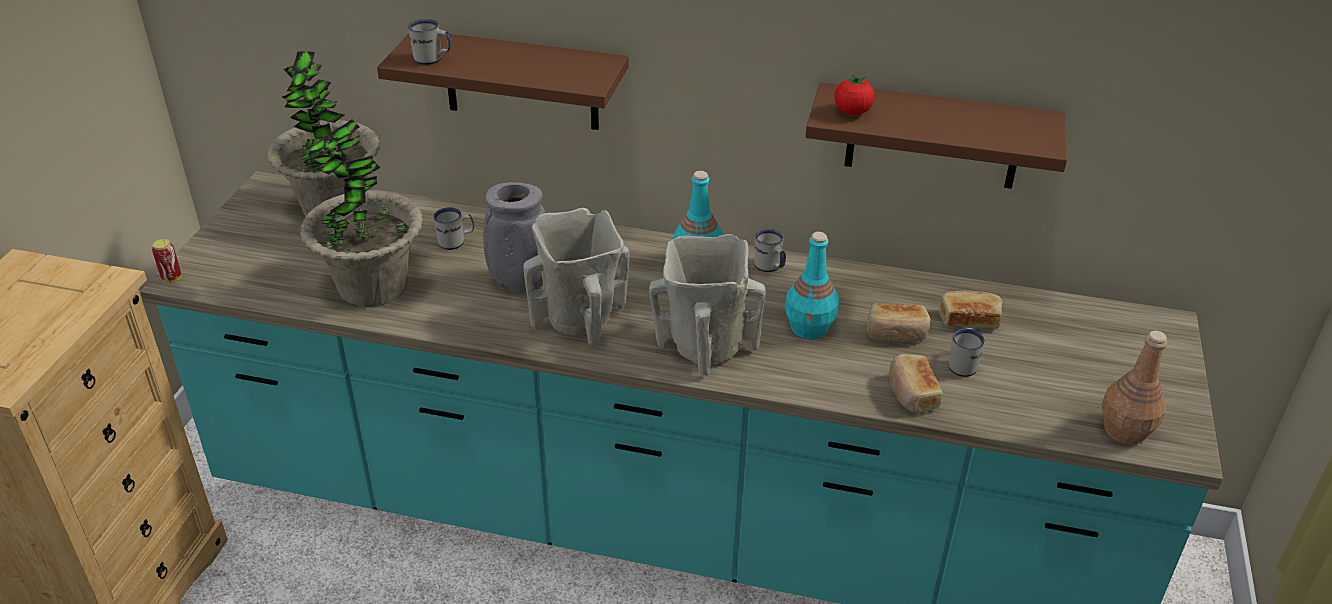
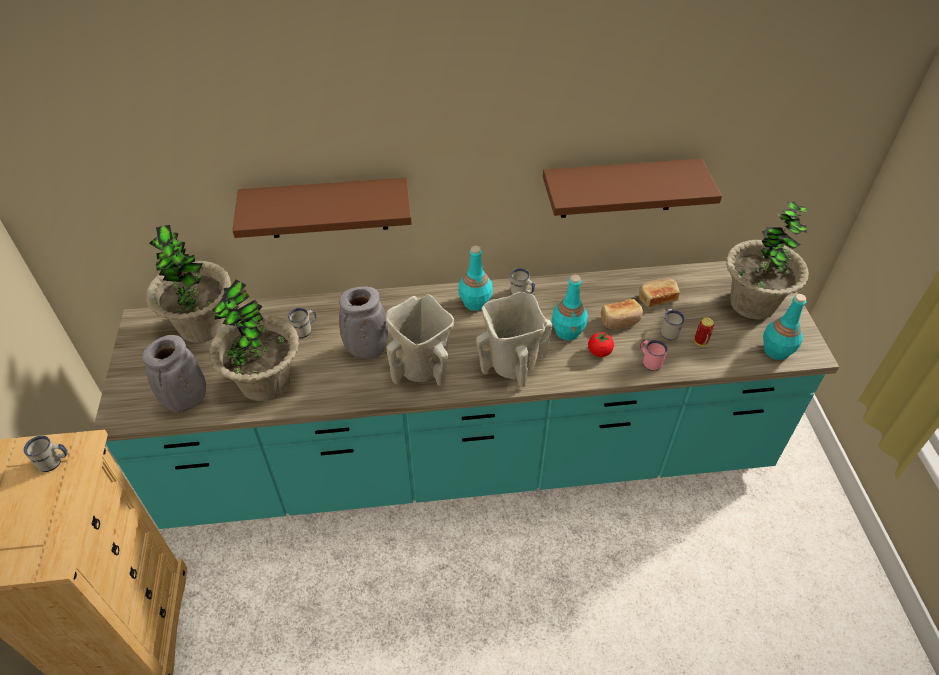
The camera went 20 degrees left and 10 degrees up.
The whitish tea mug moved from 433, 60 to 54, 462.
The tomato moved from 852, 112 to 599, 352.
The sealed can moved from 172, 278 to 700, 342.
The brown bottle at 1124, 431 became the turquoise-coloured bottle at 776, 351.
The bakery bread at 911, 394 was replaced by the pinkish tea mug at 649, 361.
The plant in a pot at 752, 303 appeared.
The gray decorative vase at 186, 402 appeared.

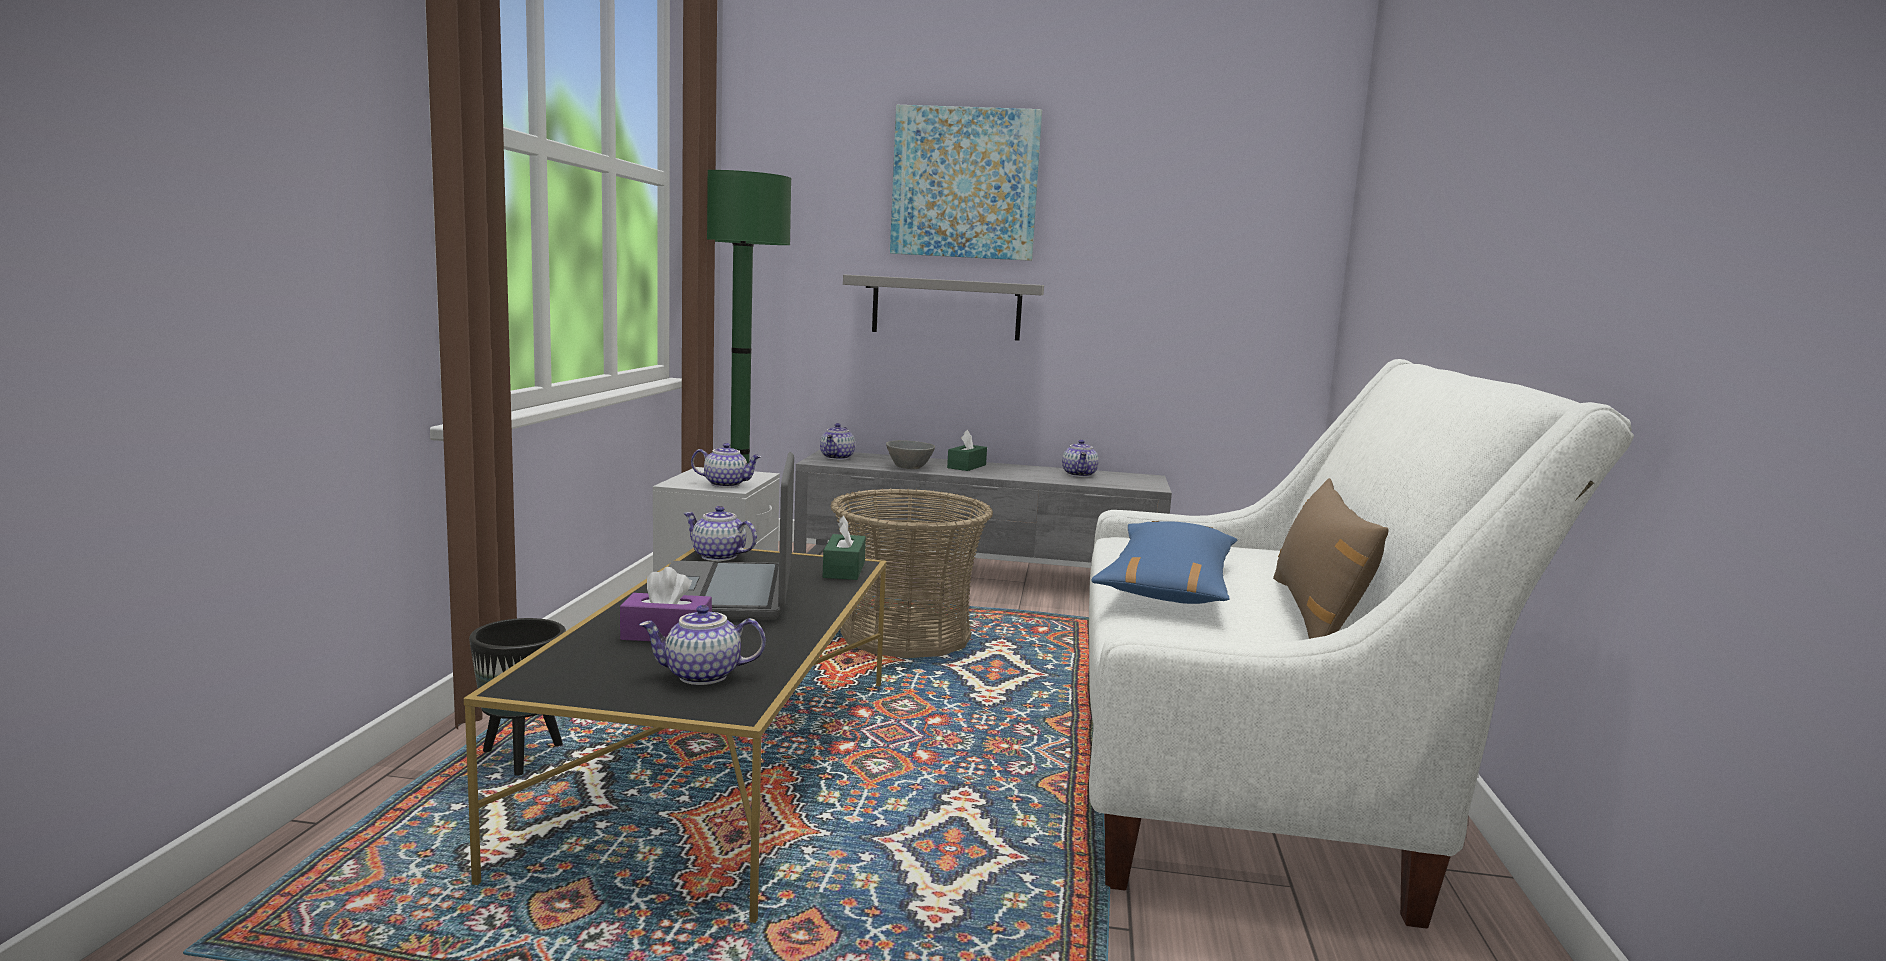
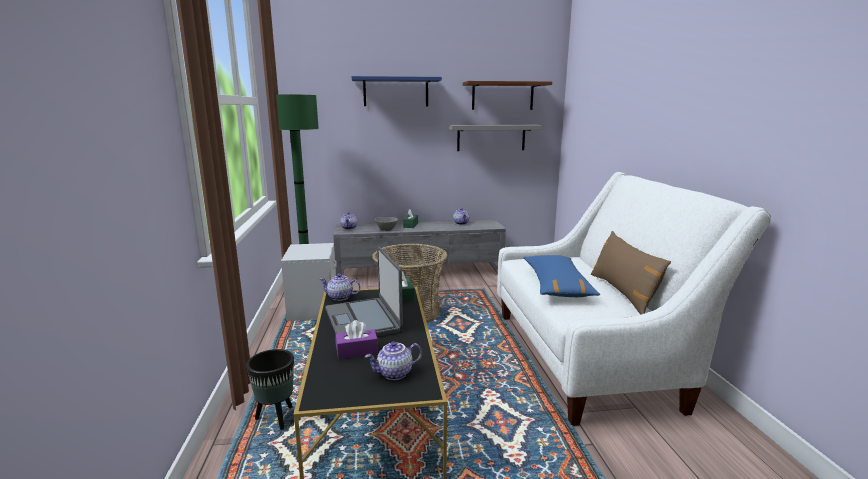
The camera went 15 degrees left and 5 degrees up.
The wall picture at 965, 183 was replaced by the blue wall shelf at 396, 92.
The gray wall shelf moved from 946, 308 to 491, 137.
The pot for tea at 726, 484 disappeared.
The brown wall shelf at 502, 96 appeared.

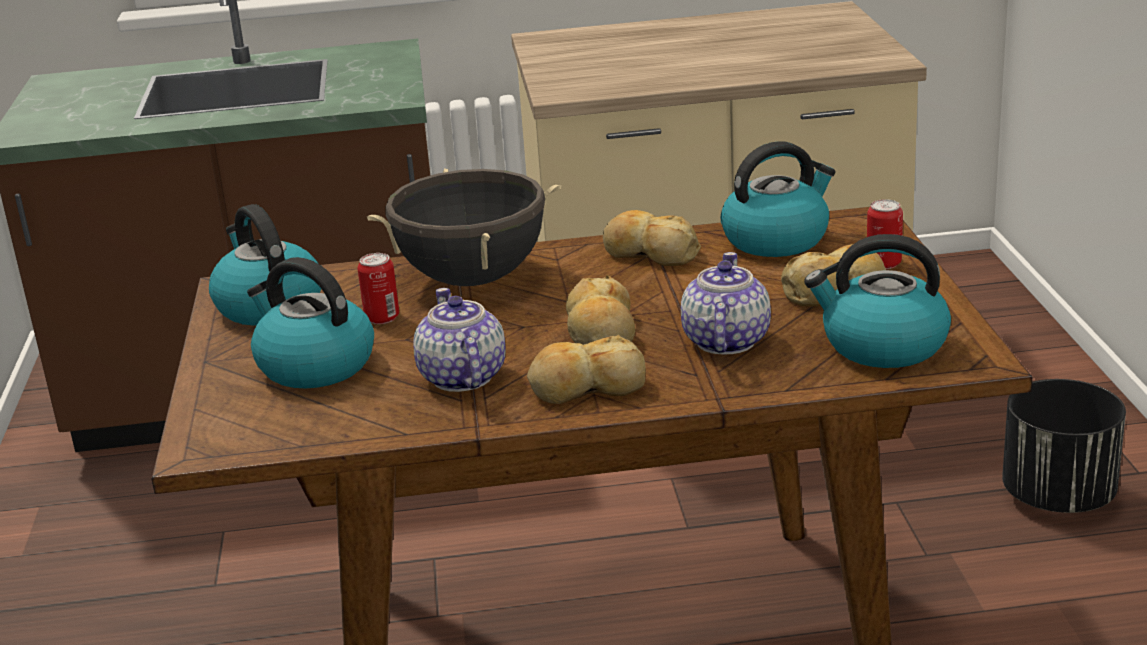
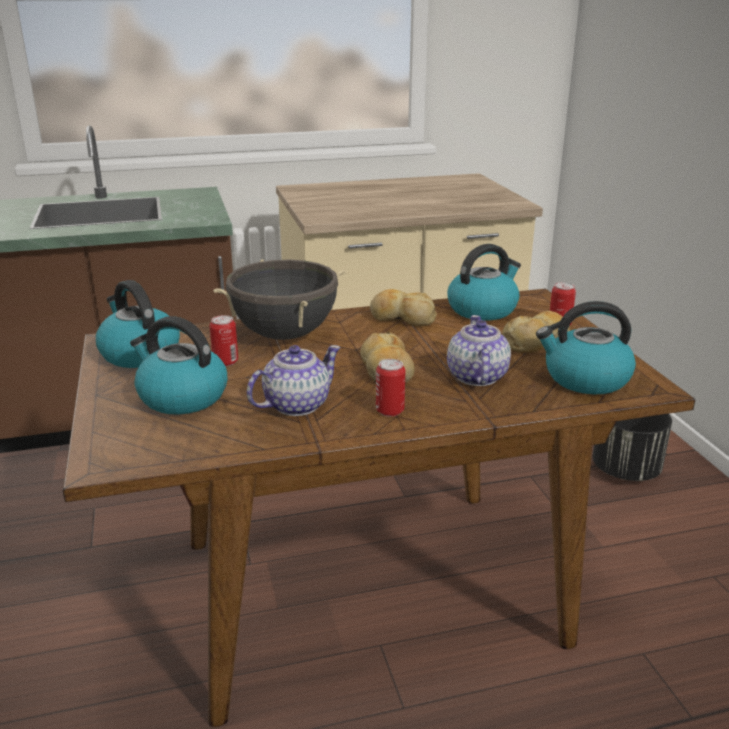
The camera went 10 degrees left and 0 degrees up.
The pot for tea at 462, 378 turned 75 degrees clockwise.
The bakery bread at 586, 387 was replaced by the sealed can at 390, 411.

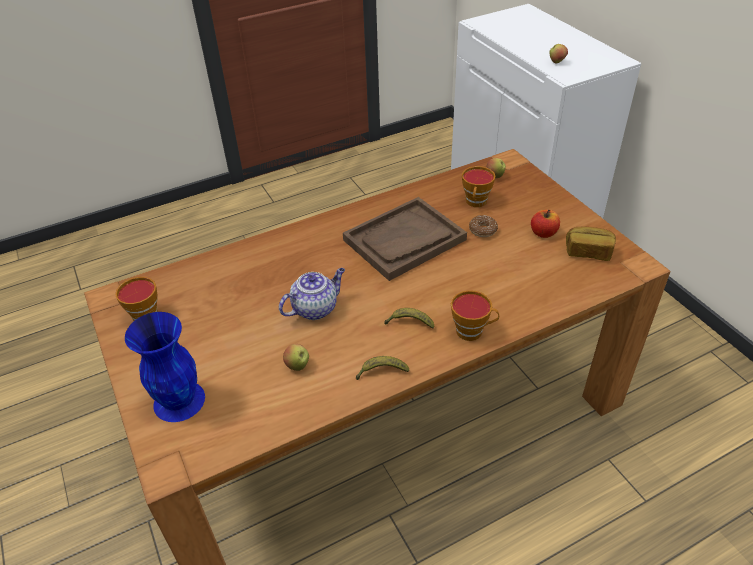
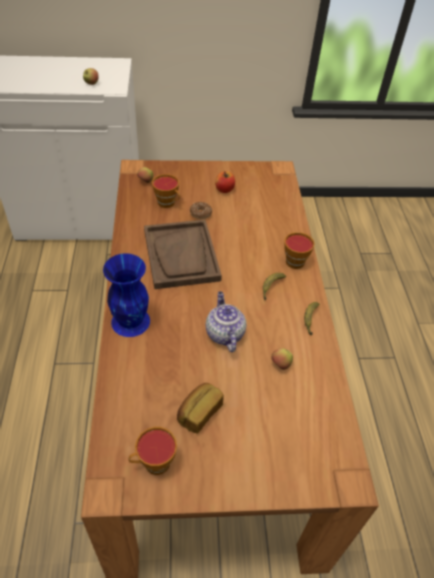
The camera went 70 degrees left and 5 degrees up.
The bakery bread moved from 588, 252 to 198, 412.
The blue decorative vase moved from 180, 400 to 130, 321.

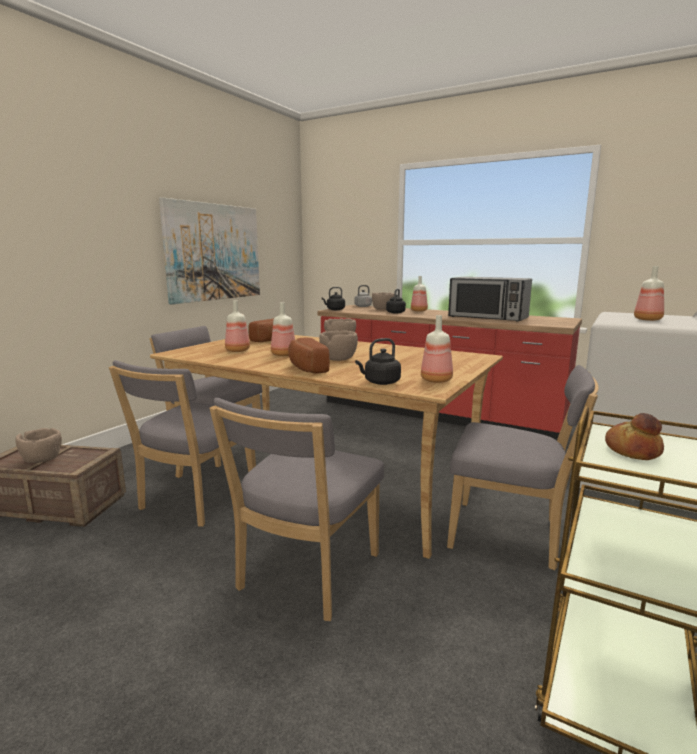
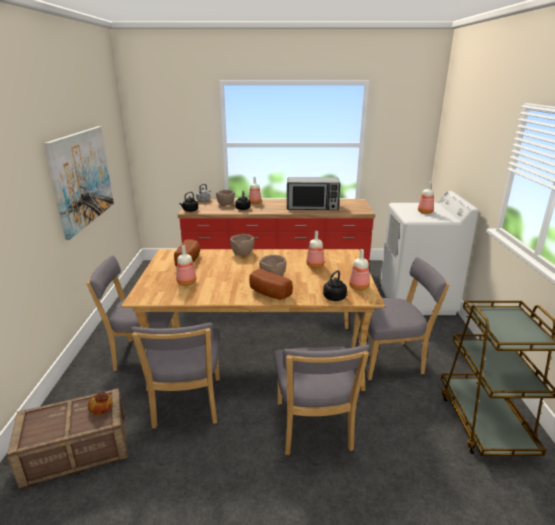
The camera went 30 degrees left and 10 degrees up.
The bottle moved from 284, 355 to 315, 266.
The bakery bread moved from 633, 451 to 101, 406.
The brown serving bowl at 42, 459 disappeared.

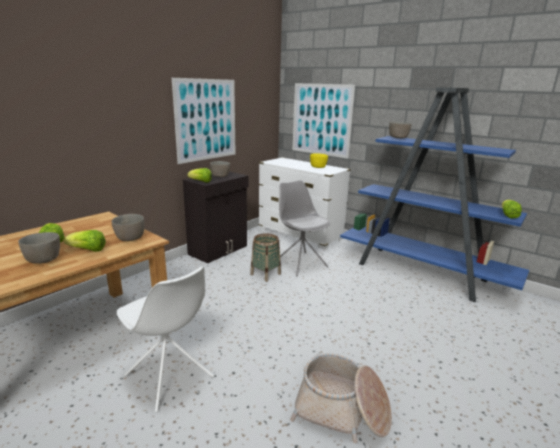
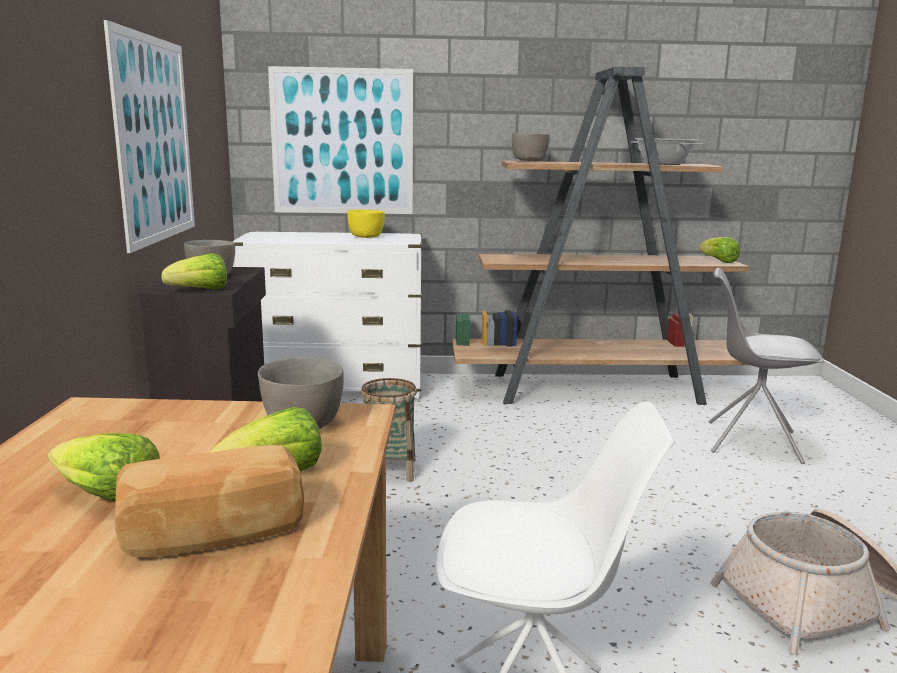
The camera went 40 degrees left and 5 degrees down.
The blue shelving unit at 422, 273 became the brown shelving unit at 599, 389.
The gray upright chair moved from 300, 263 to 750, 442.
The gray serving bowl at 44, 260 was replaced by the bakery bread at 214, 535.
The cooking pot at 663, 164 appeared.

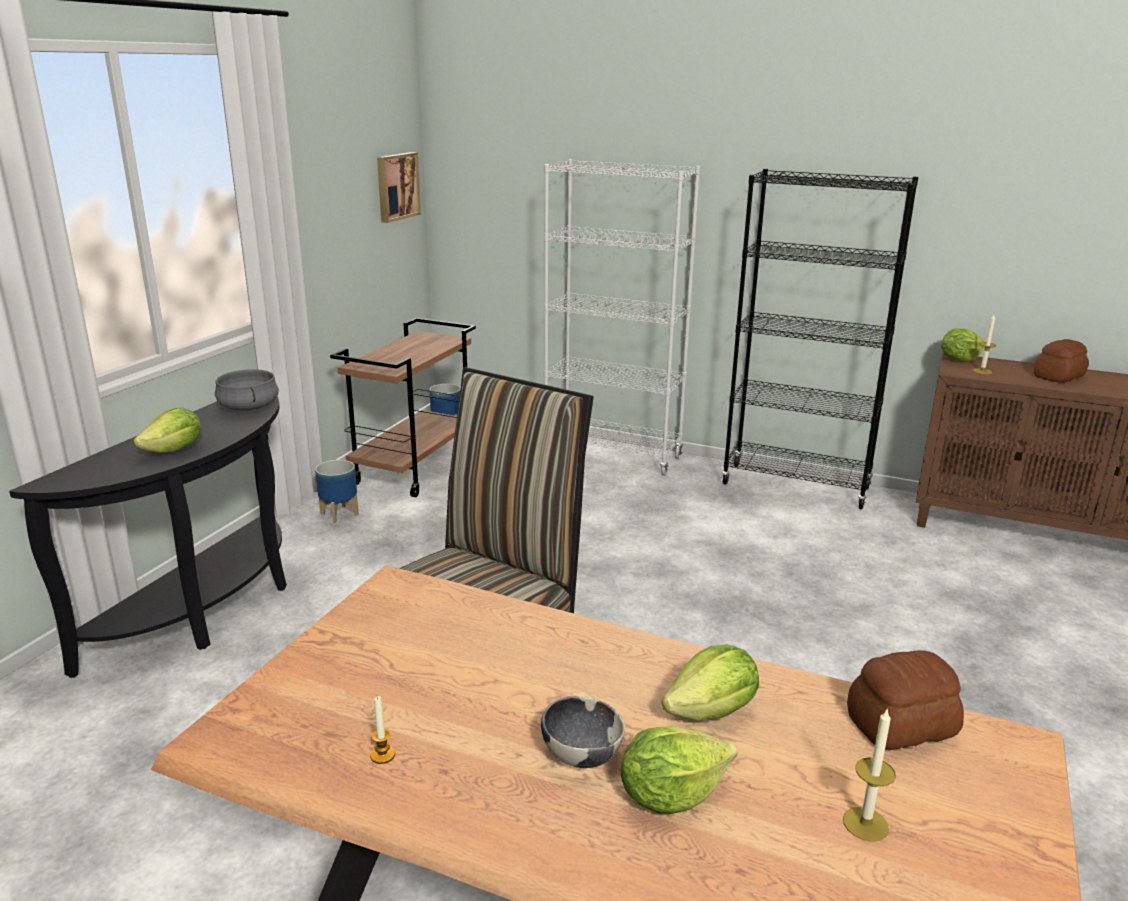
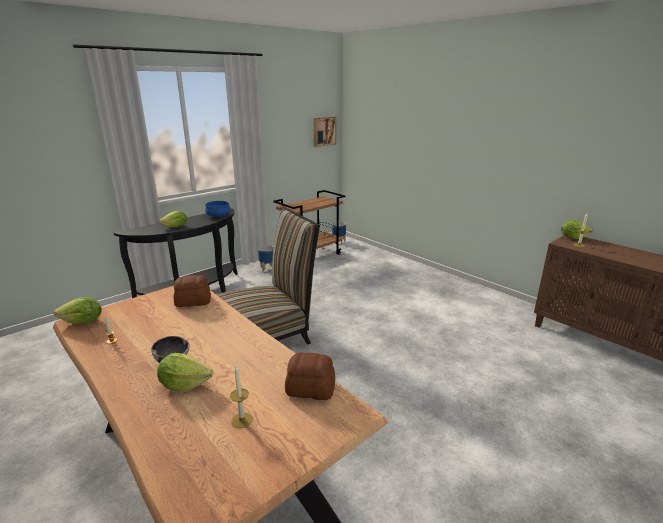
The camera went 25 degrees right and 0 degrees up.
The whitish shelving unit at 612, 456 disappeared.
The black-coloured shelving unit at 796, 486 disappeared.
The bakery bread moved from 1057, 376 to 193, 301.
The gray cooking pot at 248, 407 became the blue cooking pot at 218, 215.
The lettuce moved from 712, 712 to 83, 322.

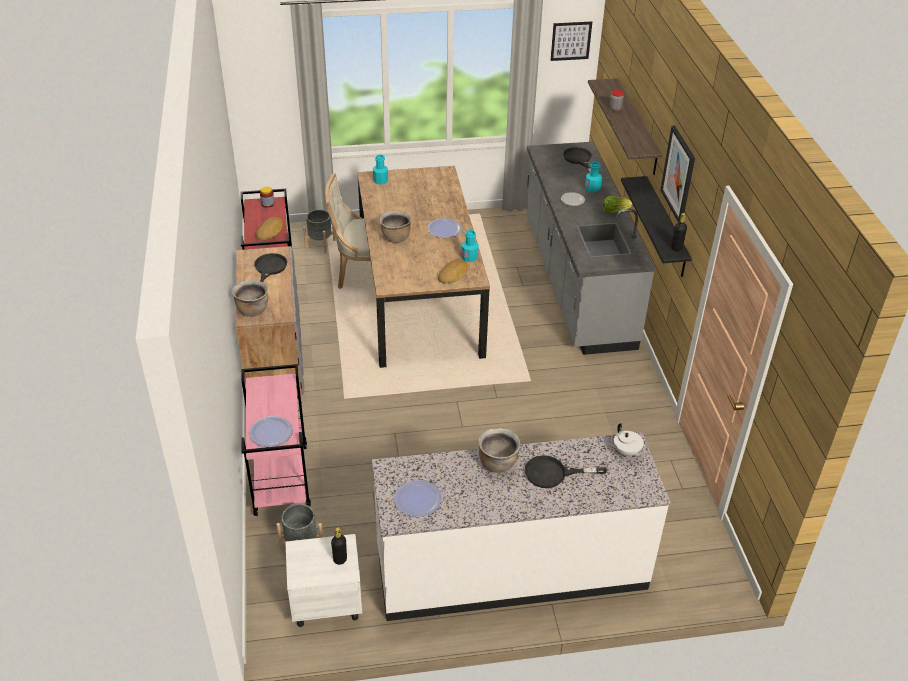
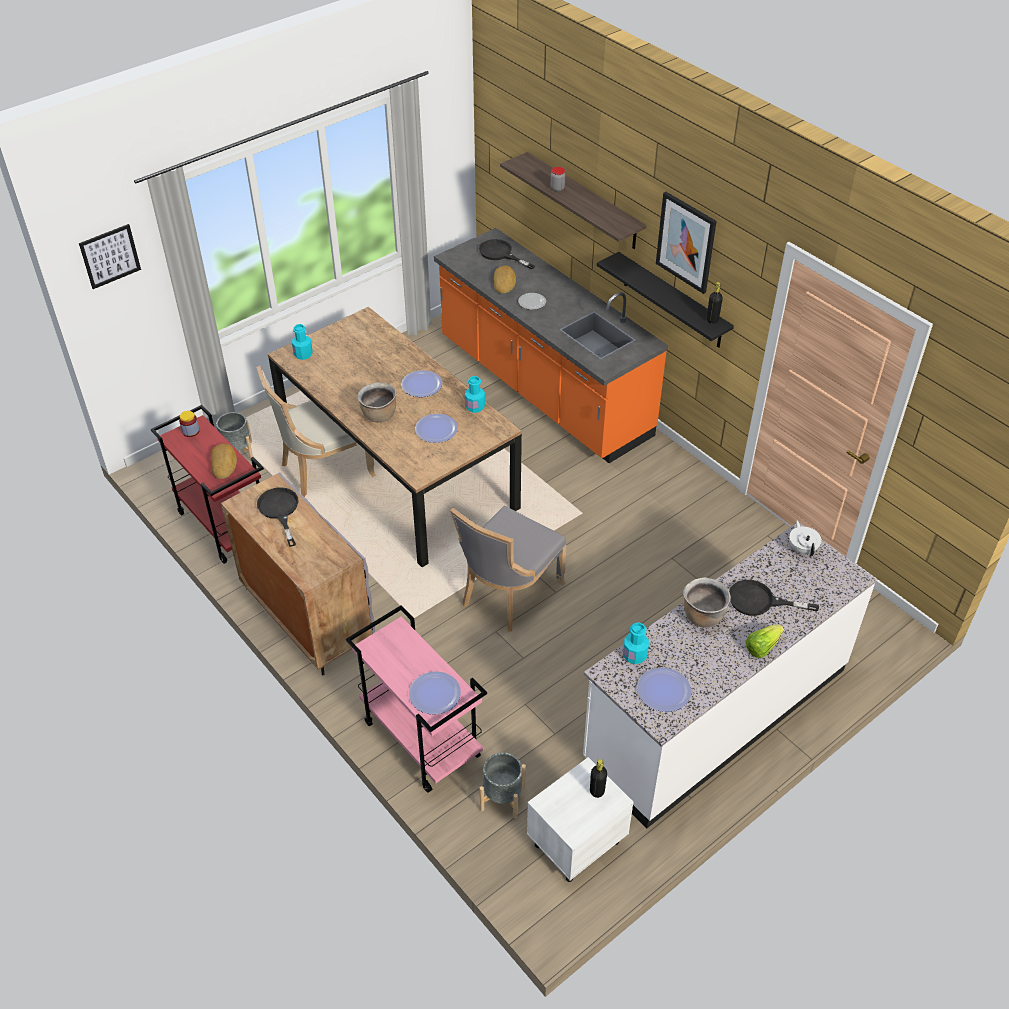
The camera went 30 degrees left and 5 degrees up.
The wall picture moved from 571, 41 to 110, 256.
The gray kitchen counter at 576, 283 became the orange-coloured kitchen counter at 543, 388.
The turquoise-coloured bottle moved from 592, 188 to 634, 655.
The lettuce moved from 615, 211 to 762, 647.
The bakery bread moved from 453, 274 to 504, 282.
The brown cooking pot at 252, 310 disappeared.
The whitish pot for tea at 626, 452 turned 135 degrees counterclockwise.
The black-coloured skillet at 553, 473 turned 45 degrees clockwise.
The dinner plate at 436, 429 appeared.
The gray upright chair at 507, 595 appeared.

